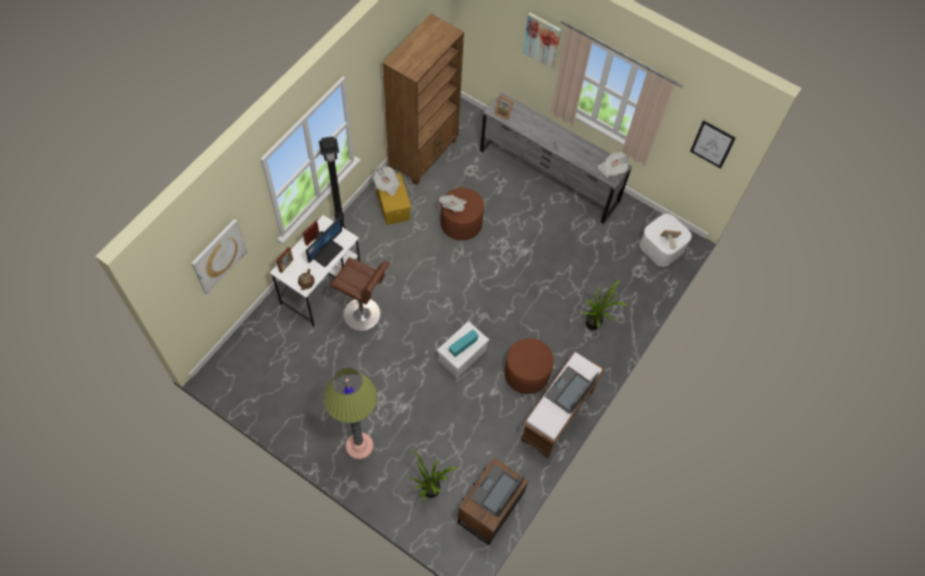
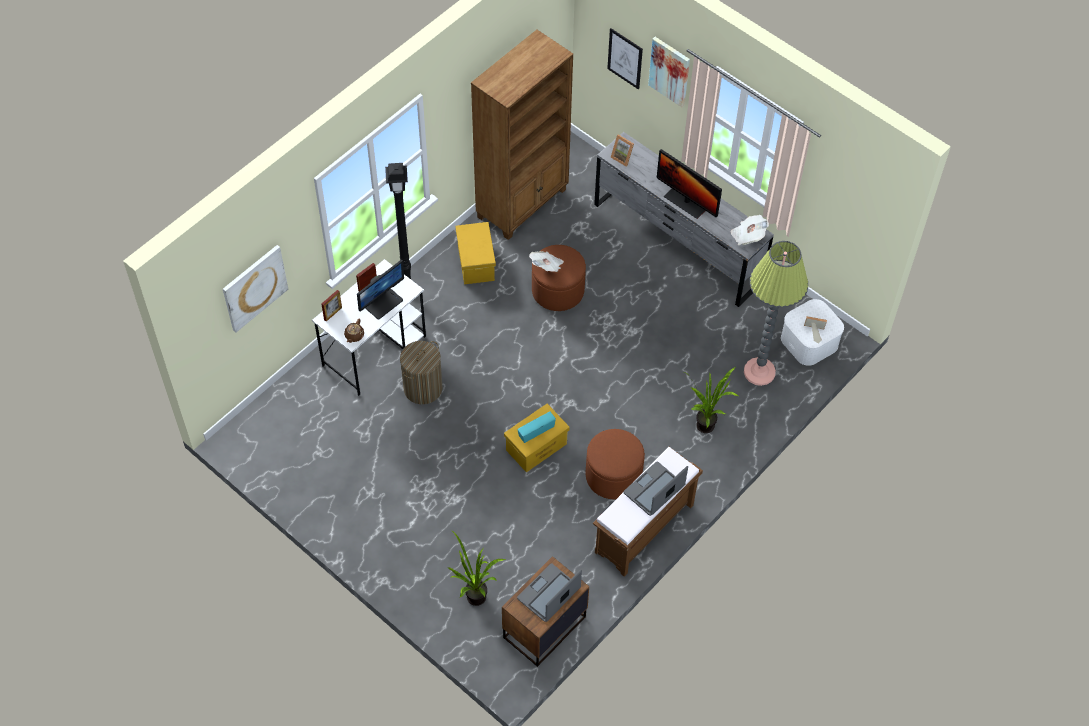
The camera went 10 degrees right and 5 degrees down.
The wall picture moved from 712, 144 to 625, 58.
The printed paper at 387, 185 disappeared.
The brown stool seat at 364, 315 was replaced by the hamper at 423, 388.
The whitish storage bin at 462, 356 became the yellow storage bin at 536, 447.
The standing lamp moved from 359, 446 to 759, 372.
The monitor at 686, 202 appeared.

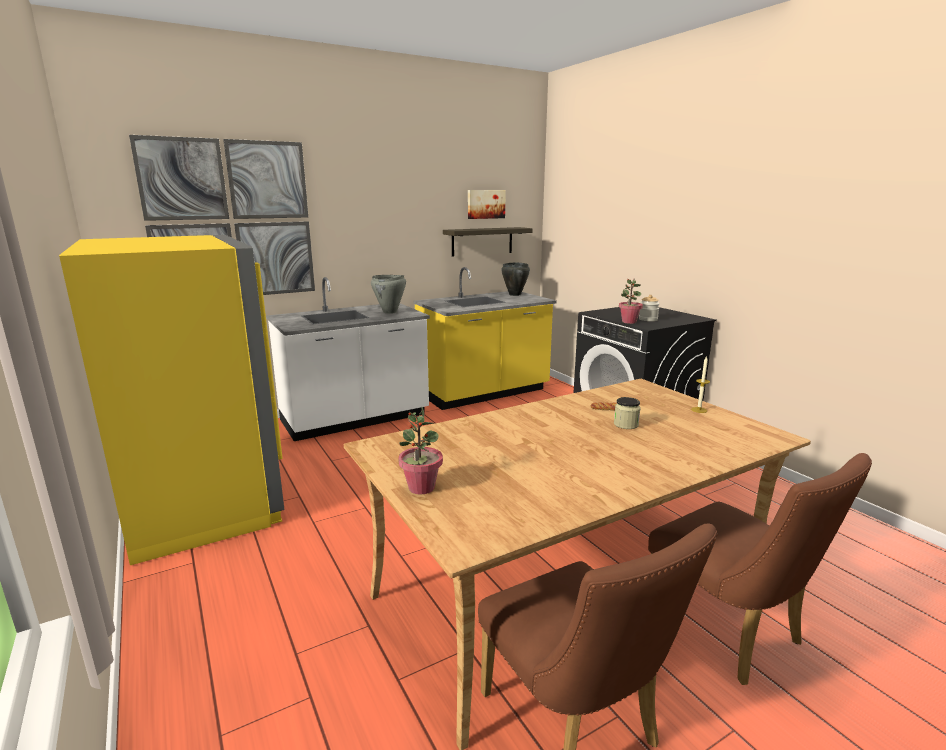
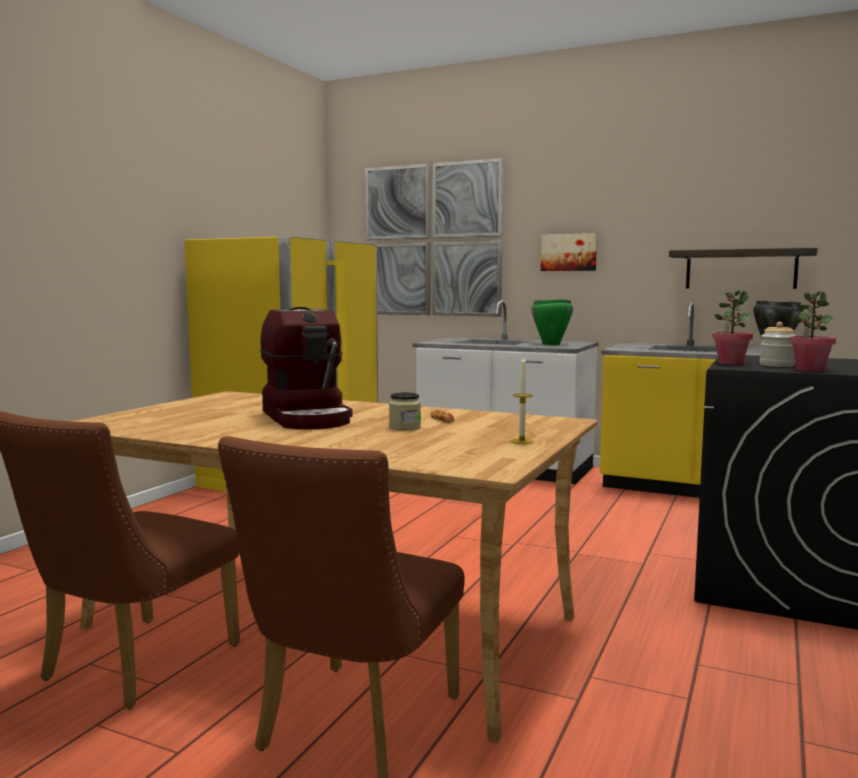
The camera went 55 degrees right and 10 degrees down.
The wall picture moved from 485, 204 to 569, 252.
The gray cooking pot at 390, 312 became the green cooking pot at 551, 344.
The plant in a pot moved from 421, 488 to 809, 370.
The coffee brewer at 308, 418 appeared.

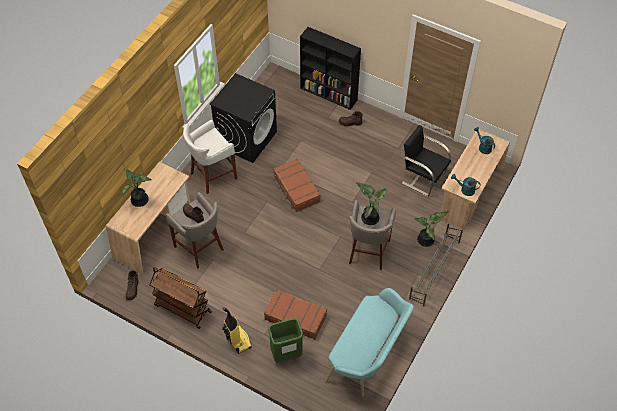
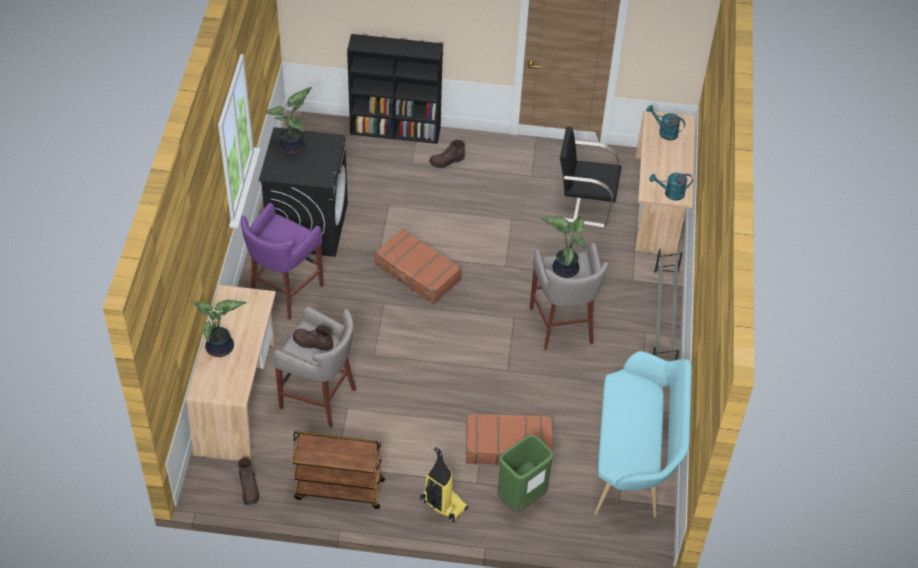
The camera went 25 degrees left and 5 degrees down.
The whitish stool seat at 212, 176 became the purple-coloured stool seat at 284, 292.
The plant in a pot moved from 426, 241 to 293, 147.

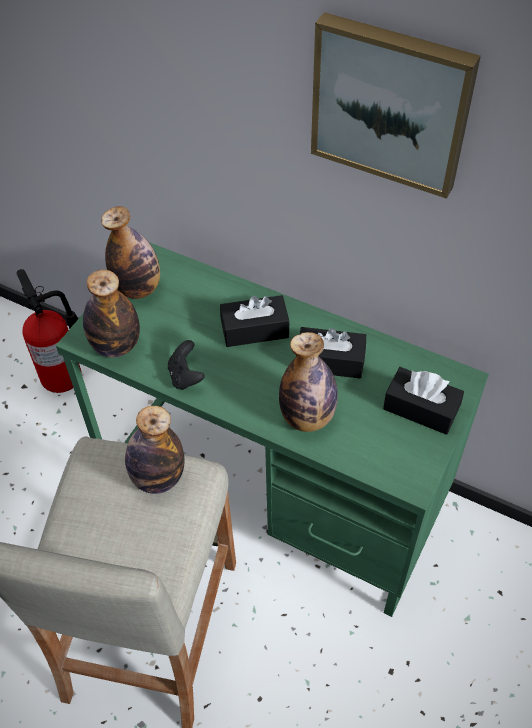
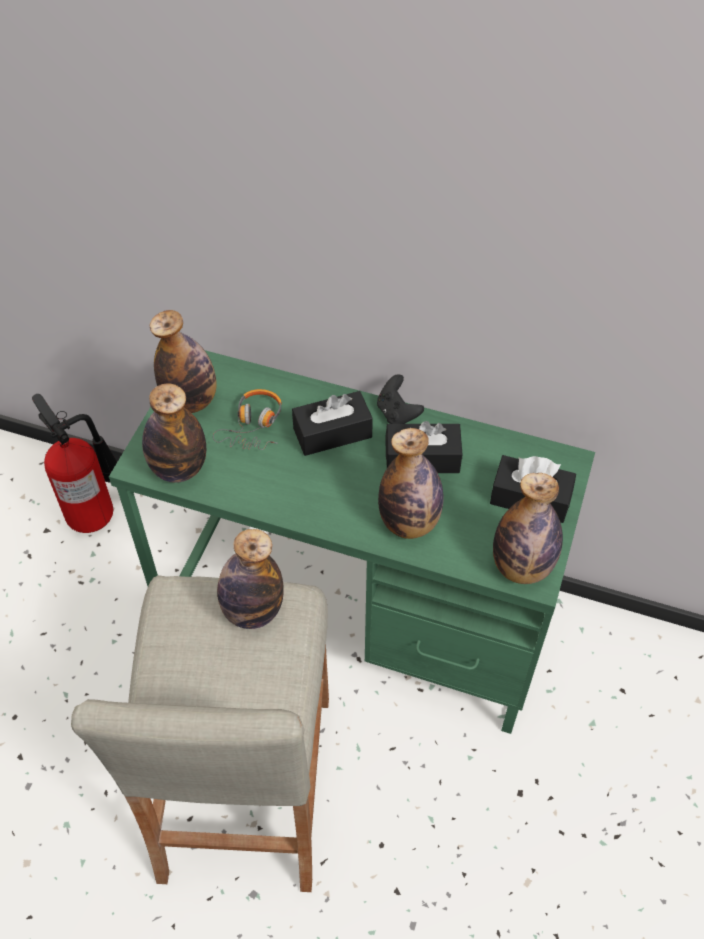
The camera went 10 degrees left and 0 degrees up.
The wall picture at 391, 103 disappeared.
The black-coloured game controller moved from 186, 376 to 397, 413.
The headphones at 253, 425 appeared.
The bottle at 521, 567 appeared.

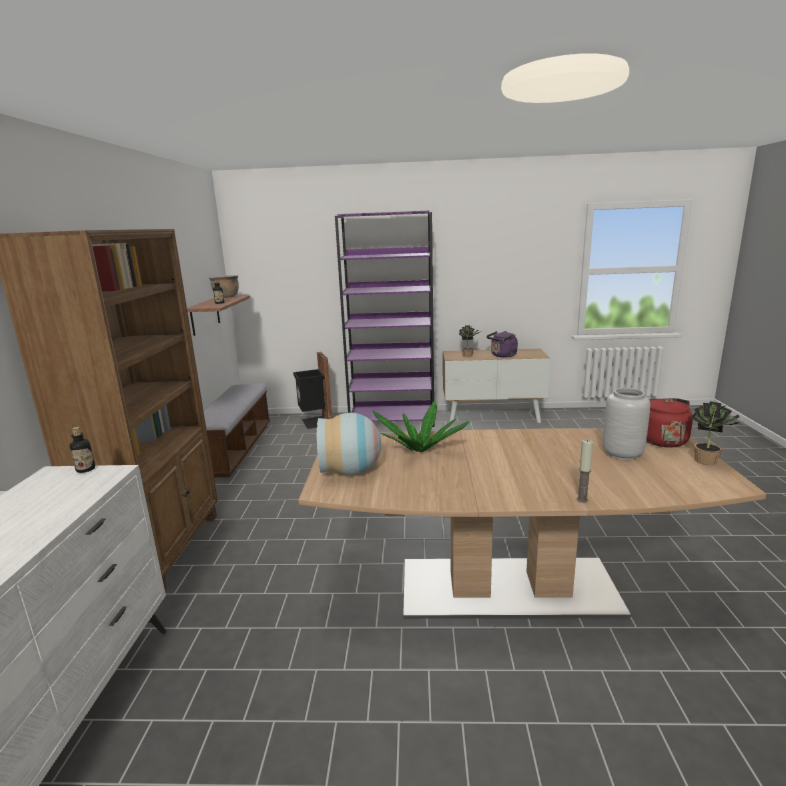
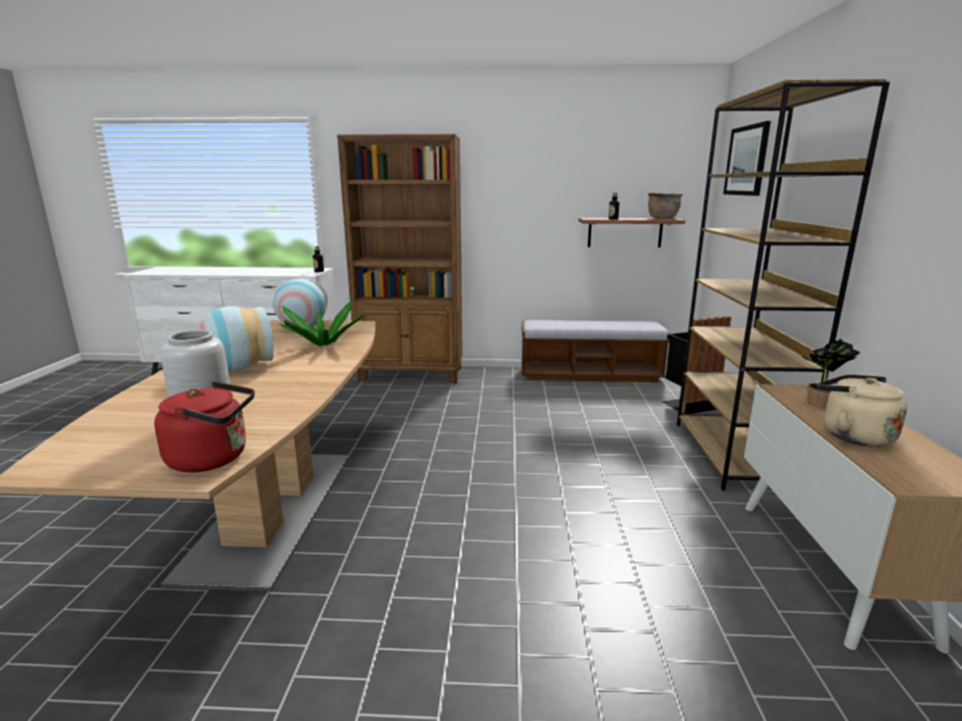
The camera went 90 degrees right and 0 degrees up.
The purple-coloured shelving unit at 393, 419 became the brown shelving unit at 733, 455.
The purple-coloured kettle at 502, 356 became the beige-coloured kettle at 852, 435.
The plant in a pot at 708, 462 disappeared.
The wax candle at 582, 499 disappeared.
The wall picture at 747, 160 appeared.
The decorative vase at 238, 368 appeared.

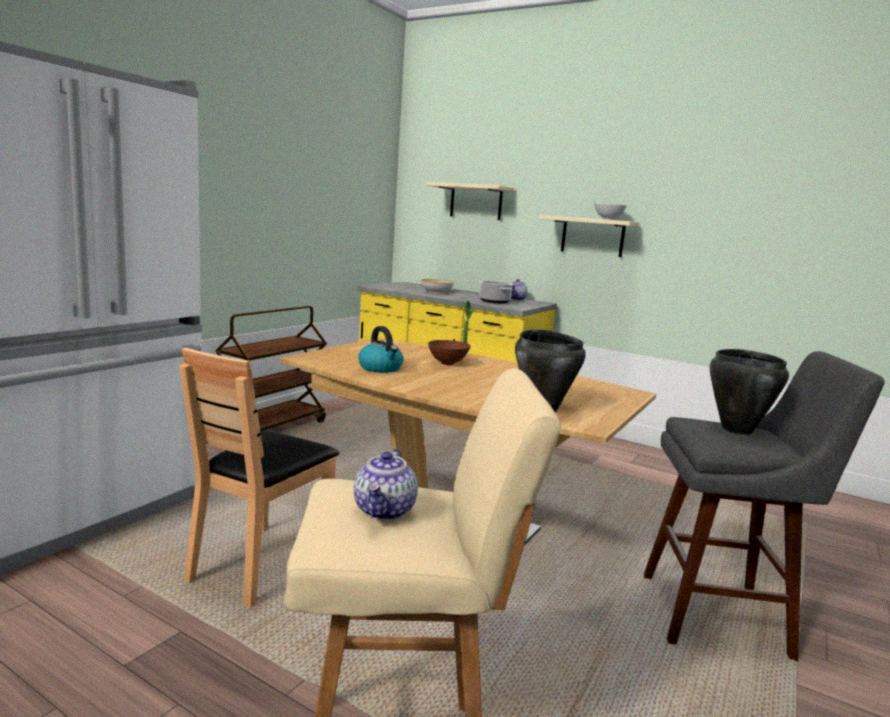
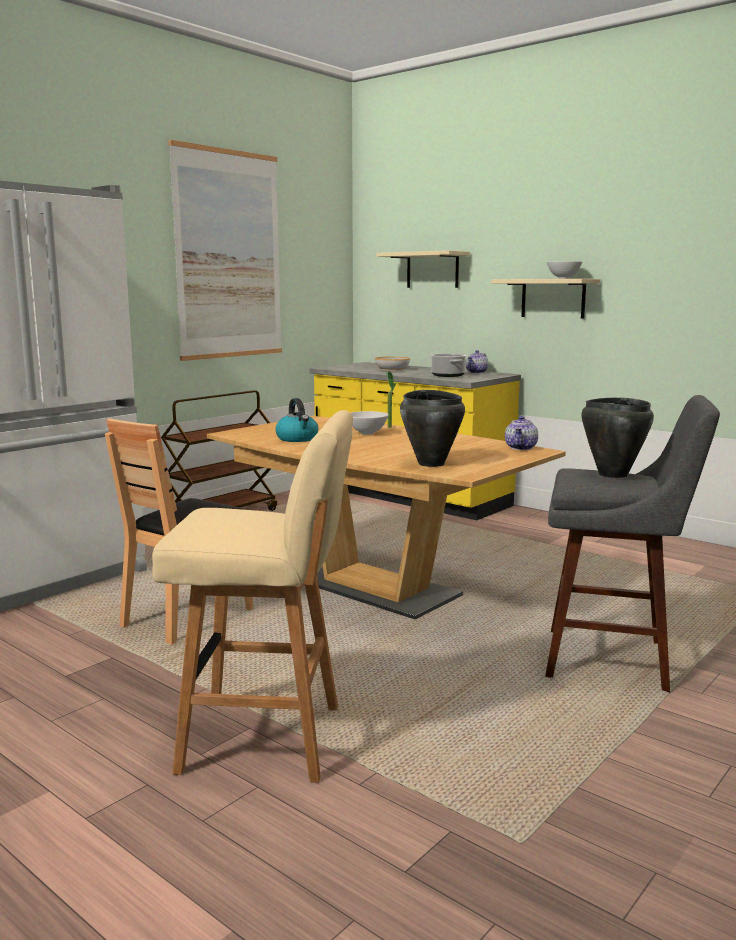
The camera went 10 degrees right and 0 degrees up.
The brown serving bowl at 447, 363 became the whitish serving bowl at 367, 433.
The pot for tea moved from 385, 511 to 521, 448.
The wall picture at 229, 255 appeared.

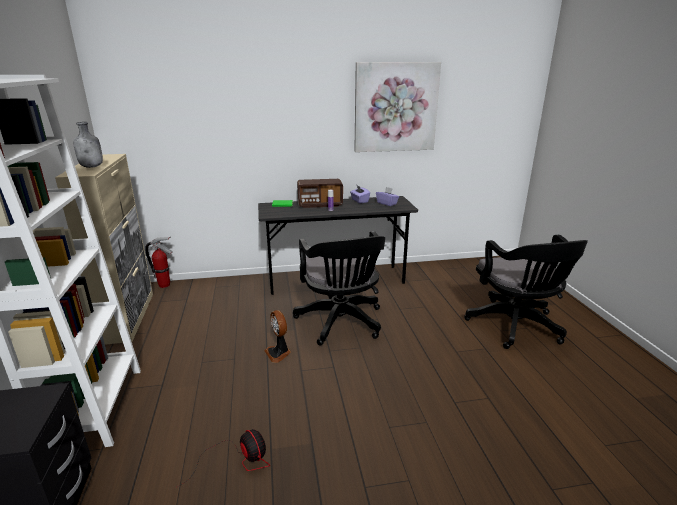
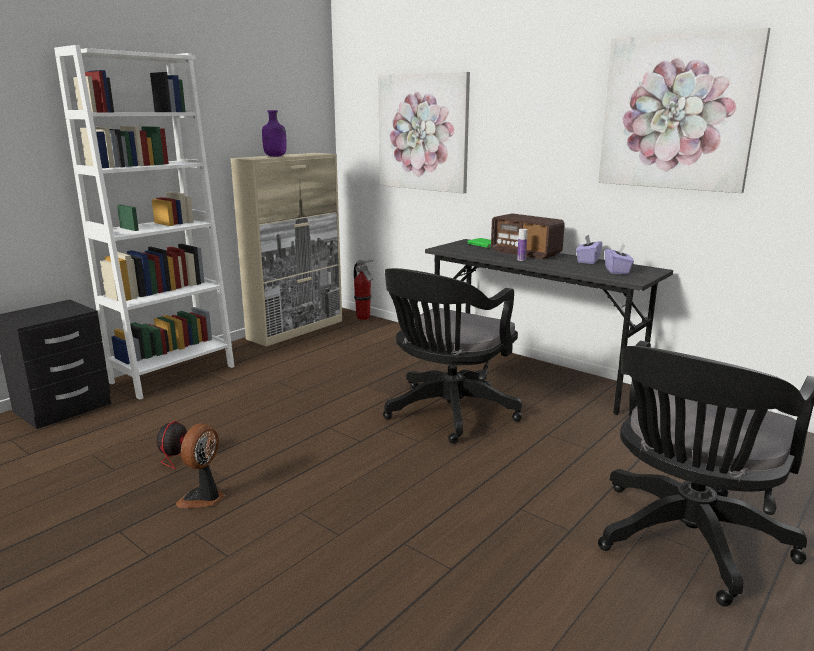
The camera went 50 degrees right and 5 degrees down.
The gray bottle at 92, 167 became the purple-coloured bottle at 275, 156.
The fan moved from 278, 353 to 204, 498.
The wall picture at 423, 132 appeared.

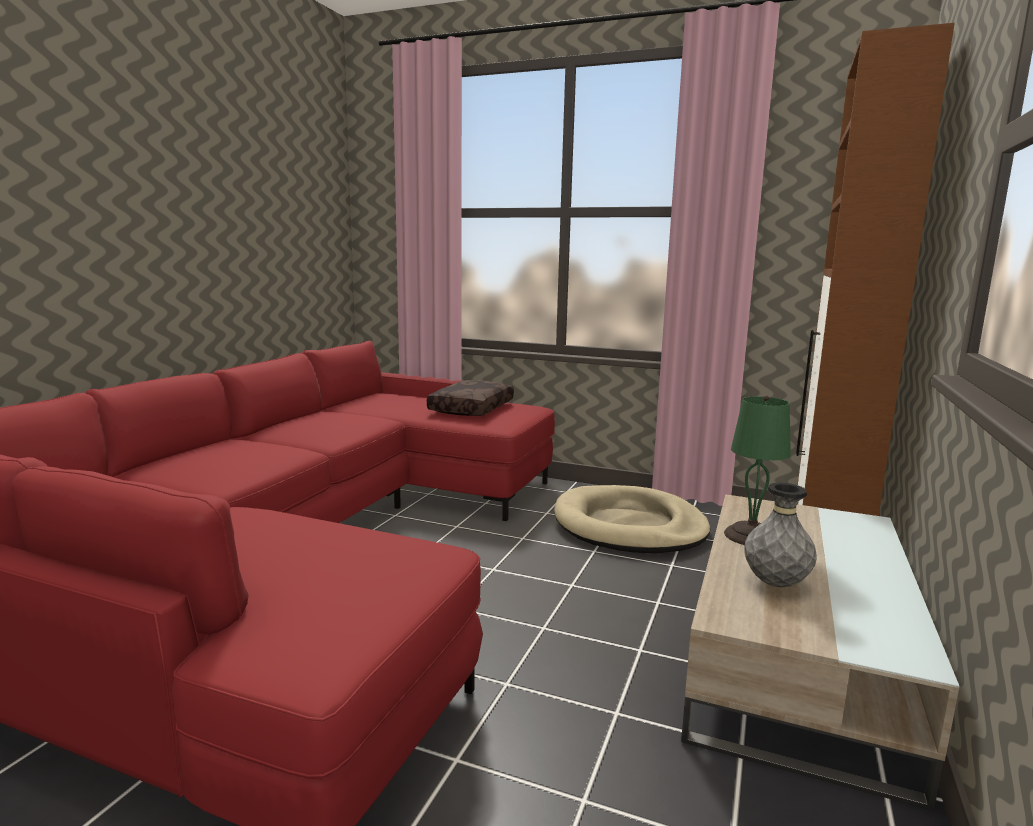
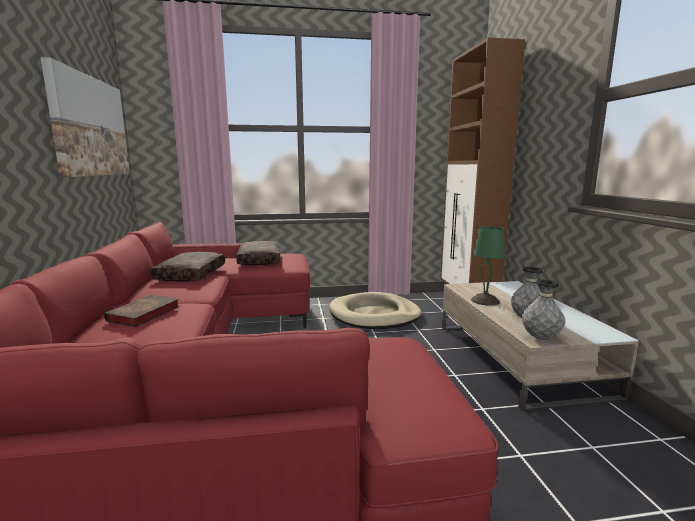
The camera went 30 degrees left and 0 degrees up.
The wall picture at 89, 127 appeared.
The brown pillow at 190, 274 appeared.
The gray decorative vase at 540, 338 appeared.
The volume at 143, 314 appeared.

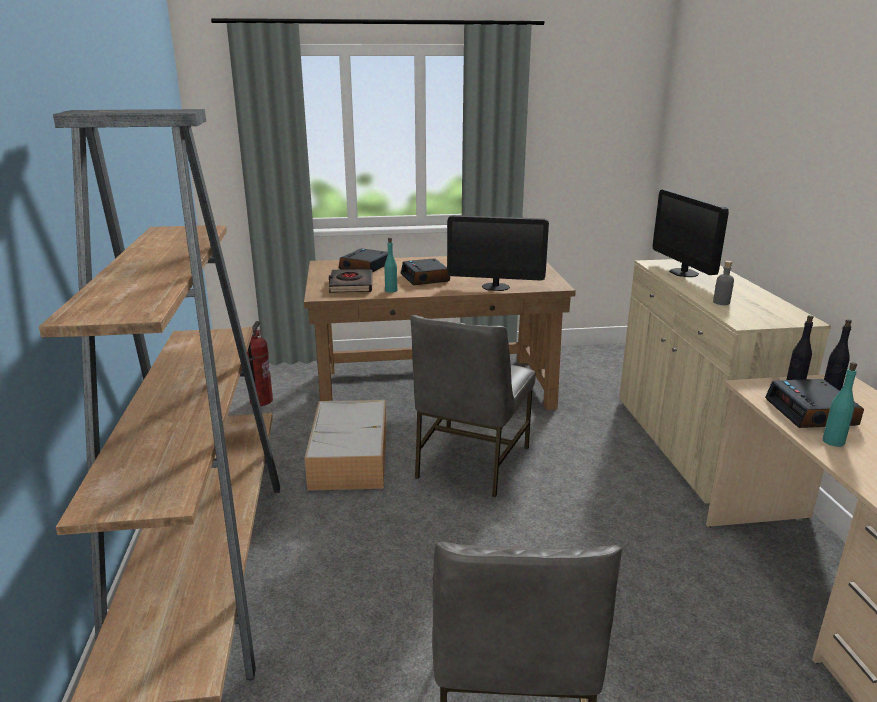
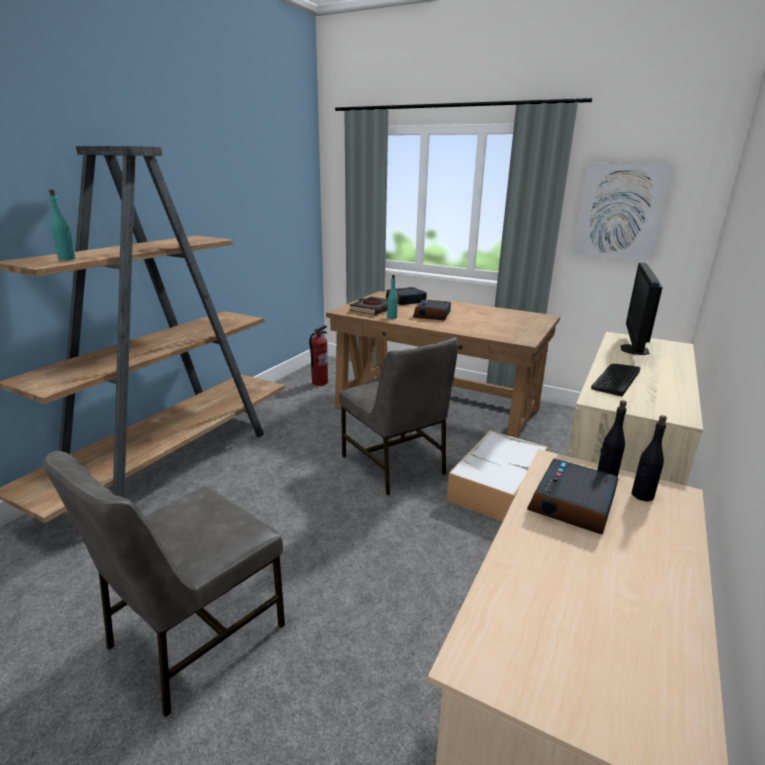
The camera went 35 degrees right and 0 degrees up.
The monitor at 495, 287 disappeared.
The gray bottle at 721, 302 was replaced by the keyboard at 615, 379.
The gray upright chair at 470, 463 turned 90 degrees counterclockwise.
The turquoise-coloured bottle moved from 833, 441 to 67, 259.
The storage bin moved from 350, 458 to 497, 487.
The wall picture at 619, 212 appeared.

